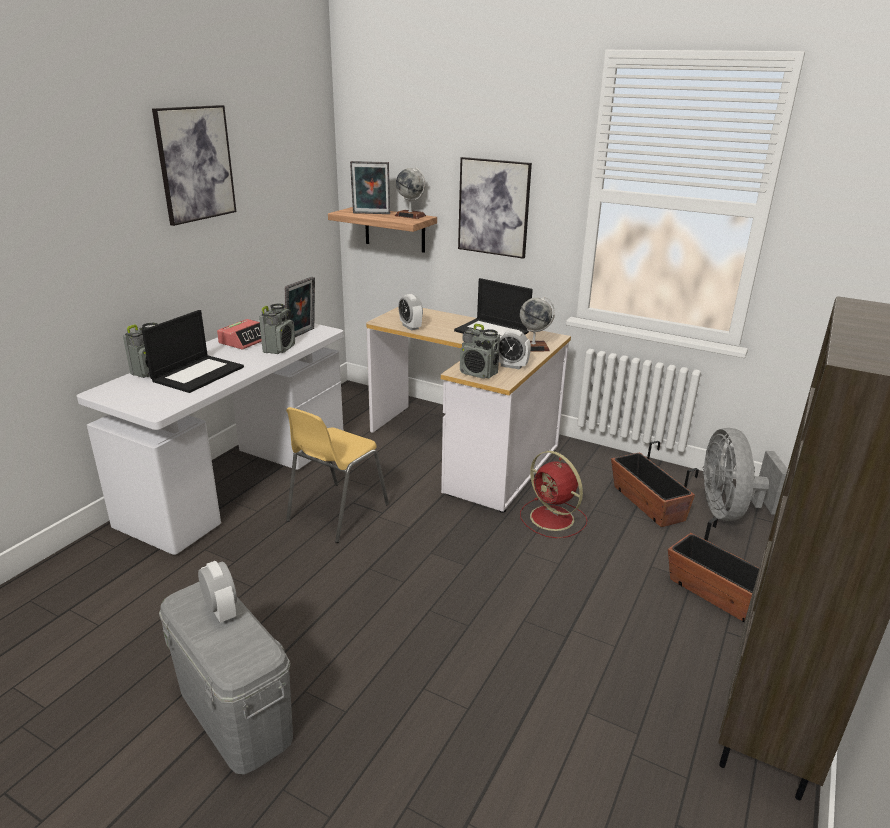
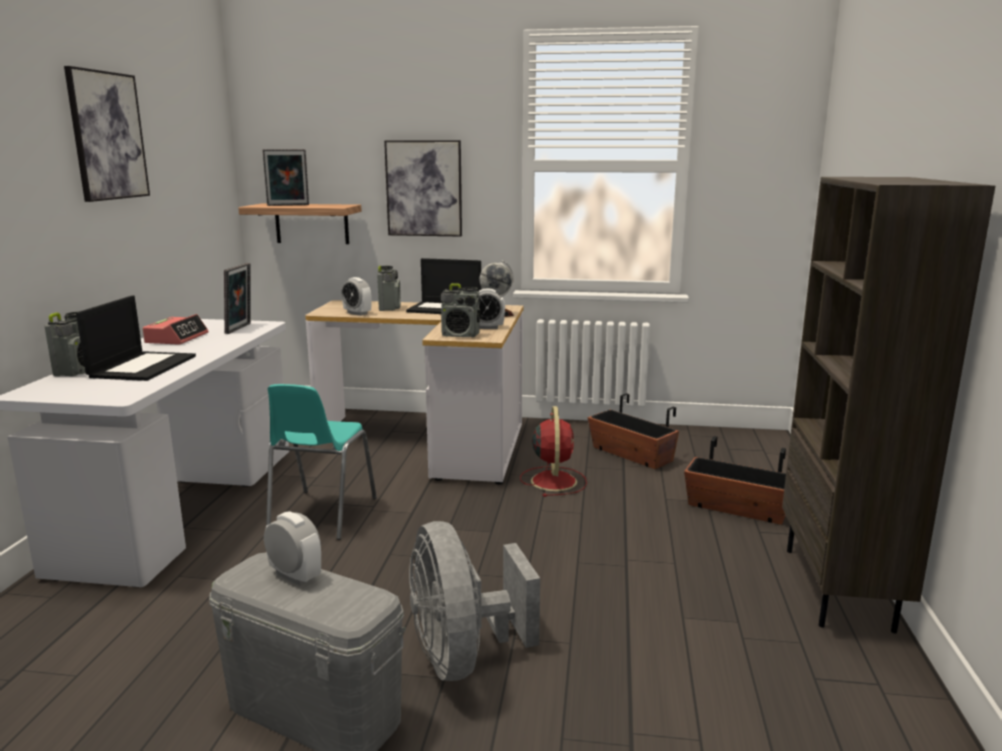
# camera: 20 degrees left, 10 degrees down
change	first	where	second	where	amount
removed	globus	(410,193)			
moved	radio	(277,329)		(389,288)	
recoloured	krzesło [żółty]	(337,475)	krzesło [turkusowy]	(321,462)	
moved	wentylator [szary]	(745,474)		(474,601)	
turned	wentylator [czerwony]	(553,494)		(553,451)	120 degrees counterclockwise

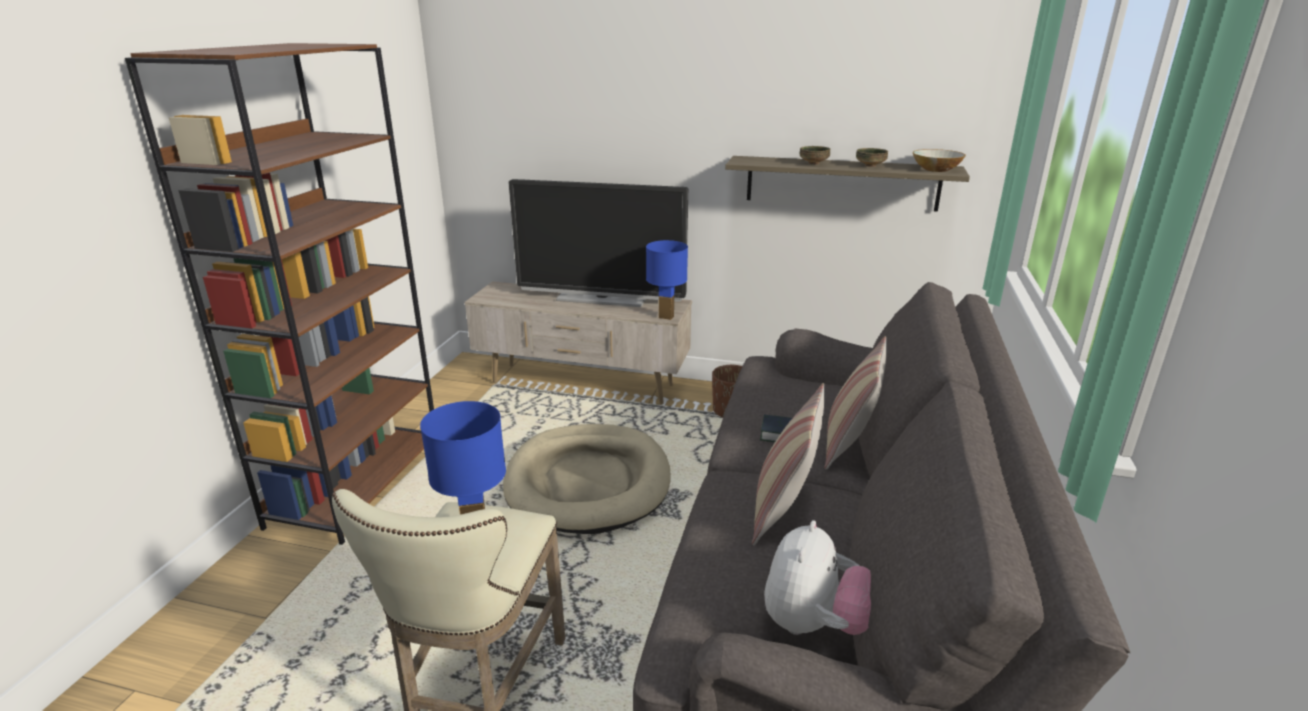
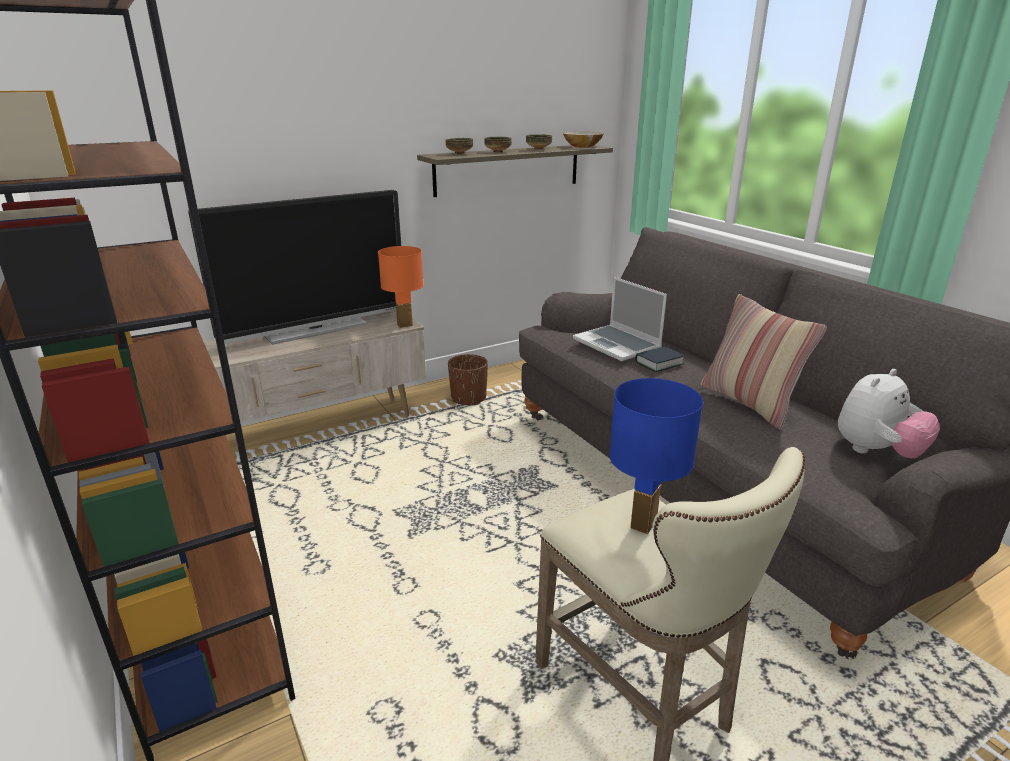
# camera: 45 degrees left, 0 degrees up
change	first	where	second	where	amount
recoloured	lampa stołowa [niebieski]	(667,280)	lampa stołowa [pomarańczowy]	(401,287)	
removed	poduszka	(855,403)			
removed	legowisko [beżowy]	(586,479)			
turned	pluszak	(817,577)		(889,414)	75 degrees clockwise
added			miska	(459,146)	
added			laptop	(620,319)	

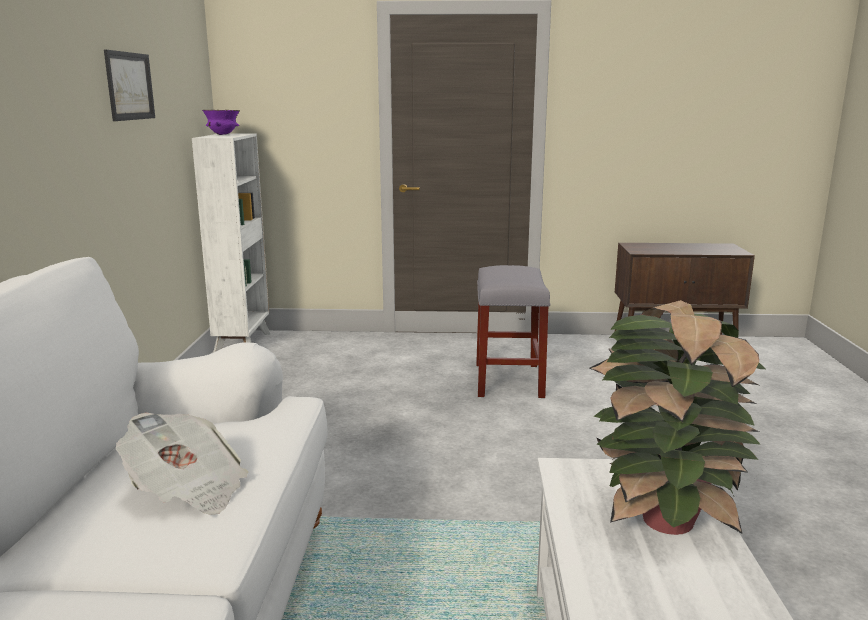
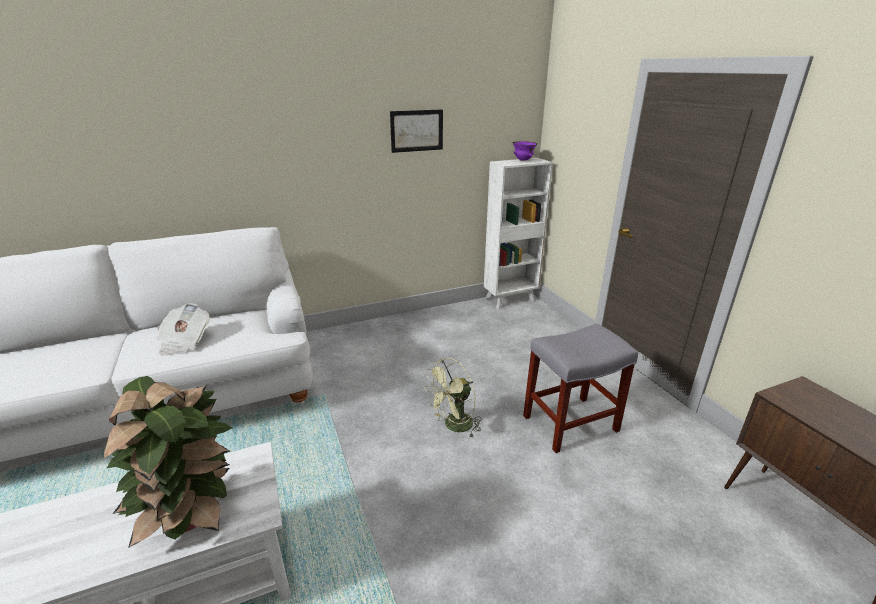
# camera: 65 degrees right, 10 degrees up
change	first	where	second	where	amount
added			wentylator [zielony]	(453,398)	

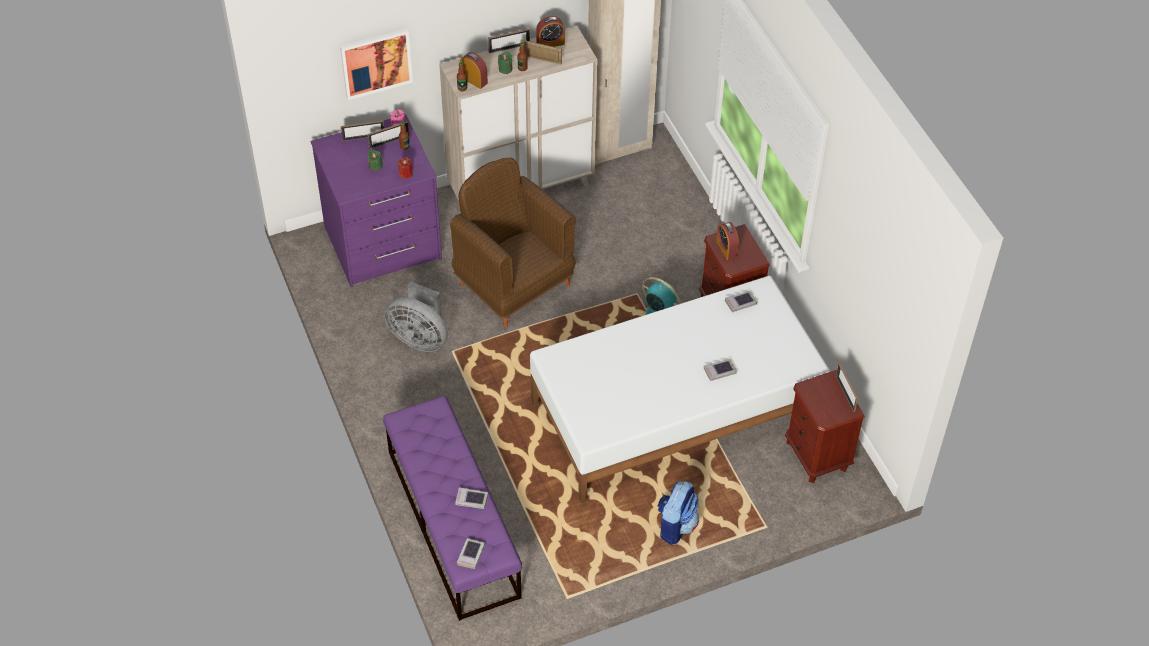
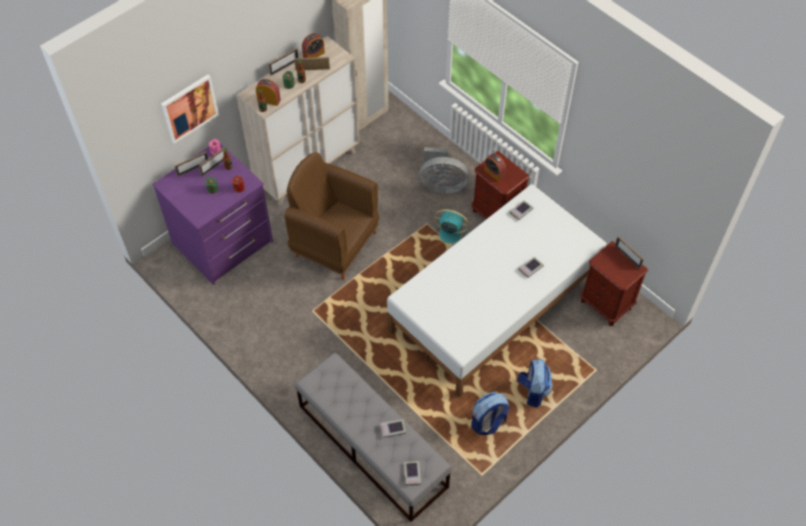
# camera: 20 degrees left, 5 degrees up
change	first	where	second	where	amount
moved	wentylator [szary]	(416,316)		(444,170)	
recoloured	ławka [fioletowy]	(452,508)	ławka [szary]	(373,437)	
added			plecak	(490,413)	

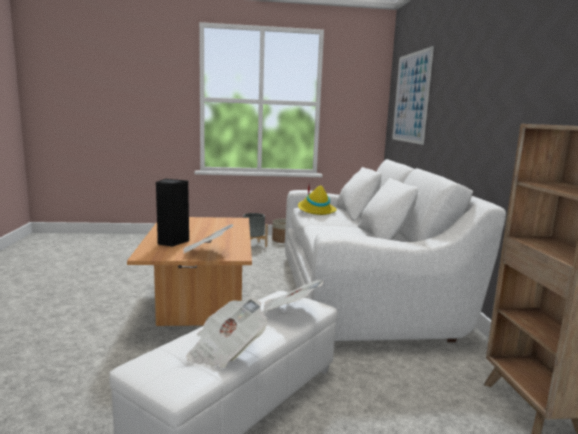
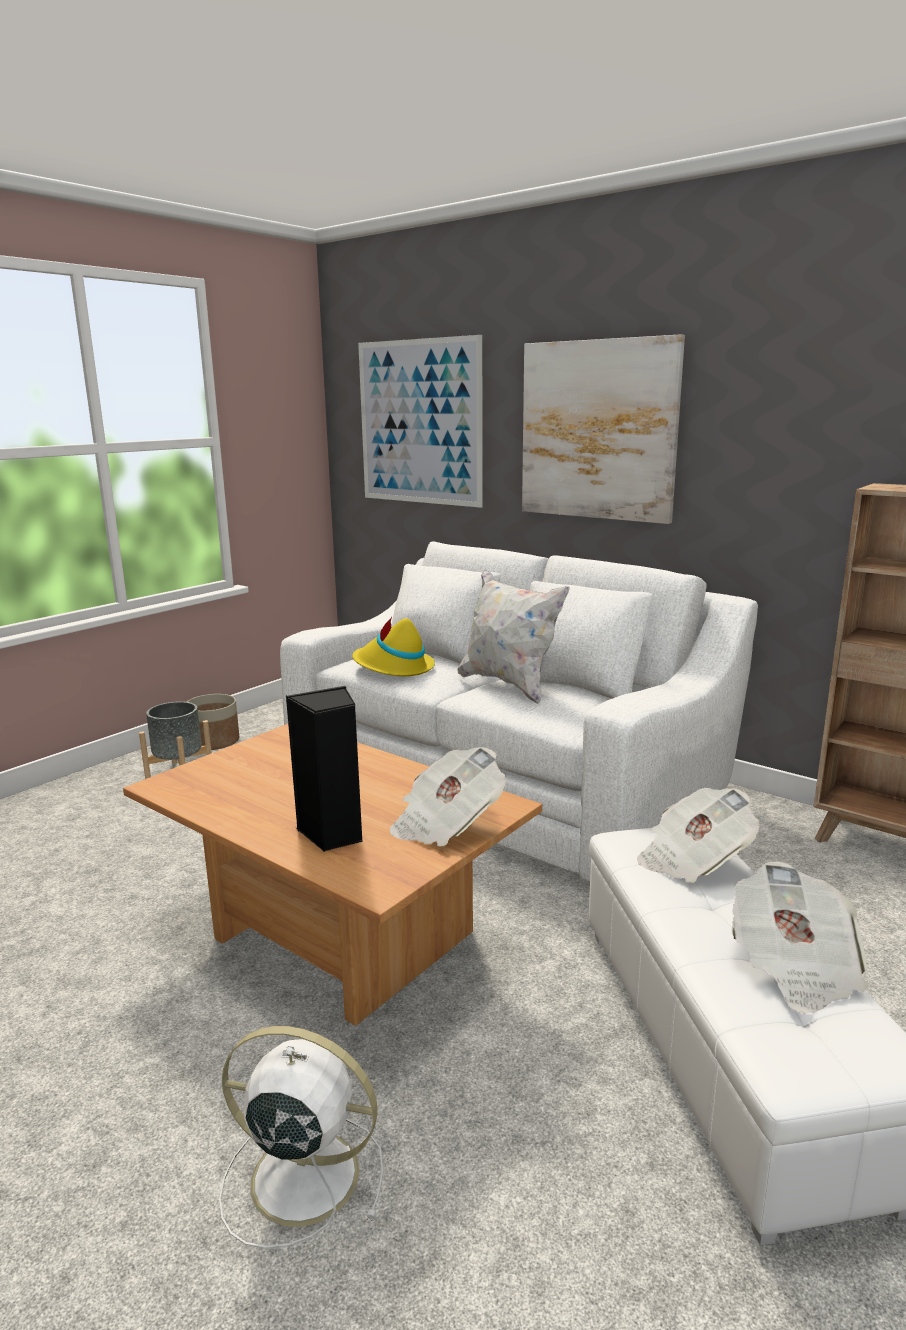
# camera: 45 degrees left, 5 degrees up
change	first	where	second	where	amount
added			obraz	(603,429)	
added			poduszka [biały]	(513,637)	
added			wentylator [biały]	(301,1137)	

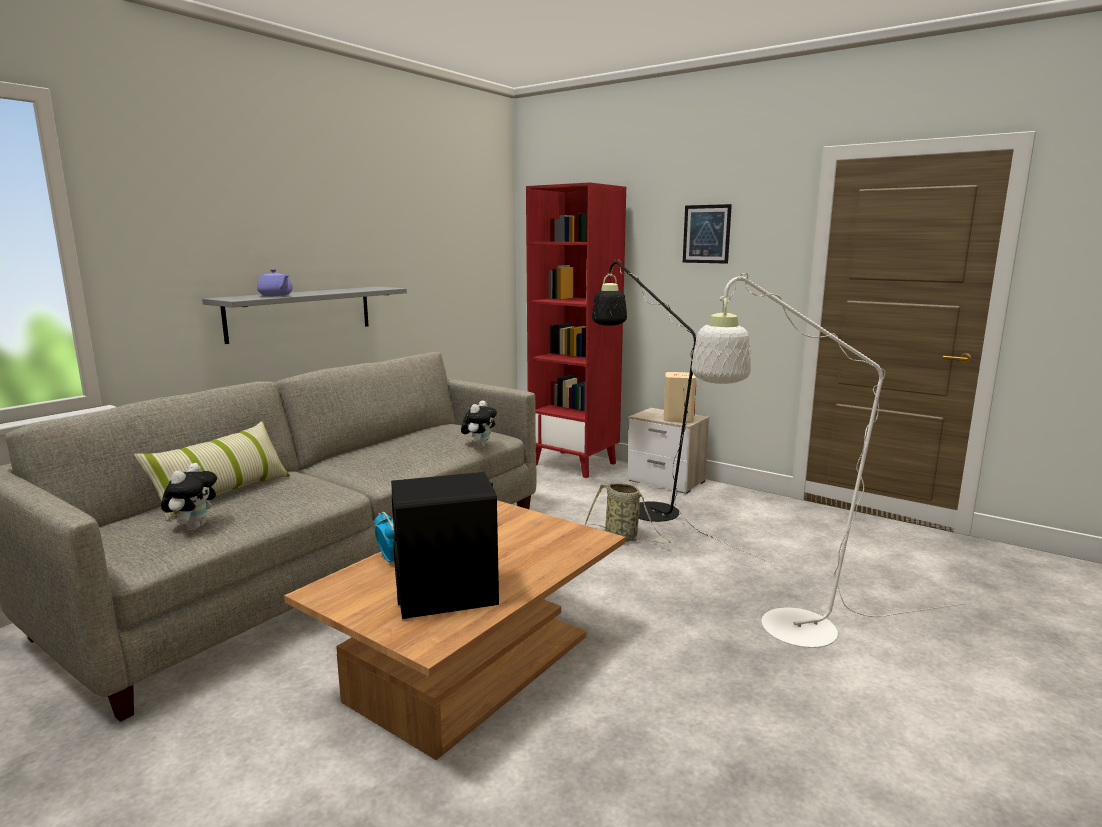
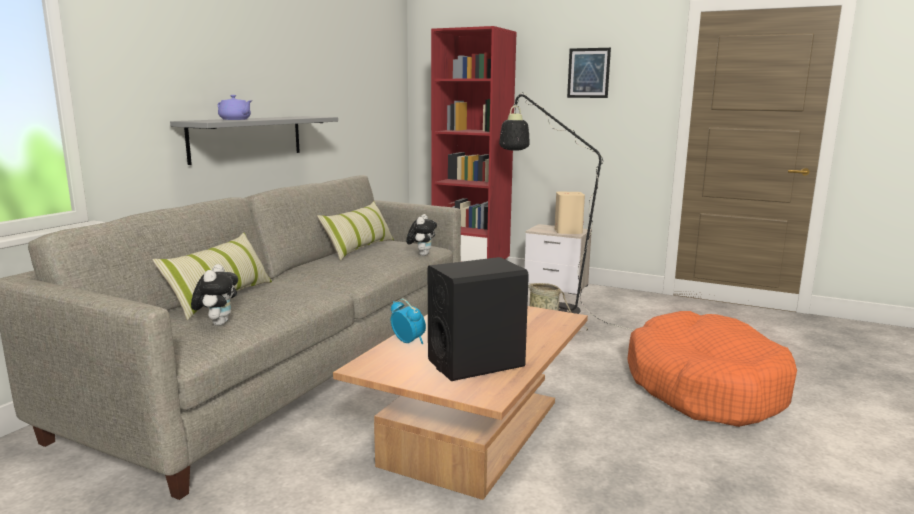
# camera: 10 degrees left, 0 degrees up
change	first	where	second	where	amount
replaced	lampa stojąca [biały]	(828,460)	legowisko [pomarańczowy]	(712,369)	
added			poduszka	(355,231)	

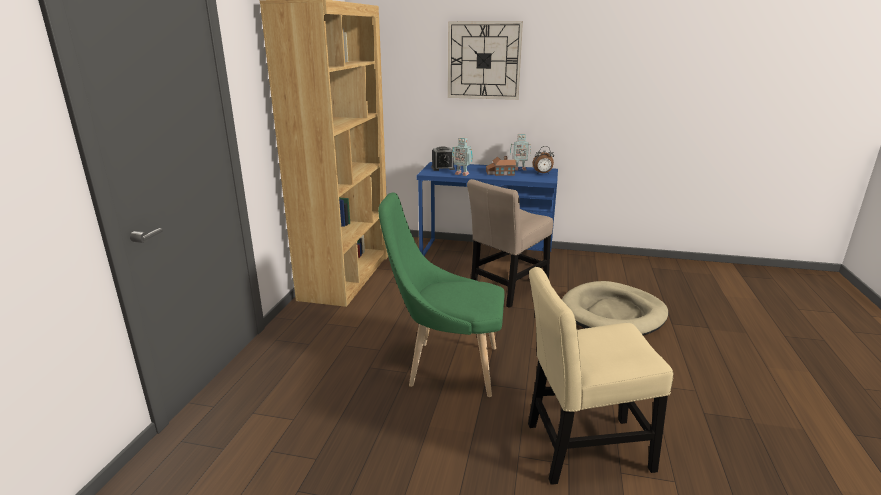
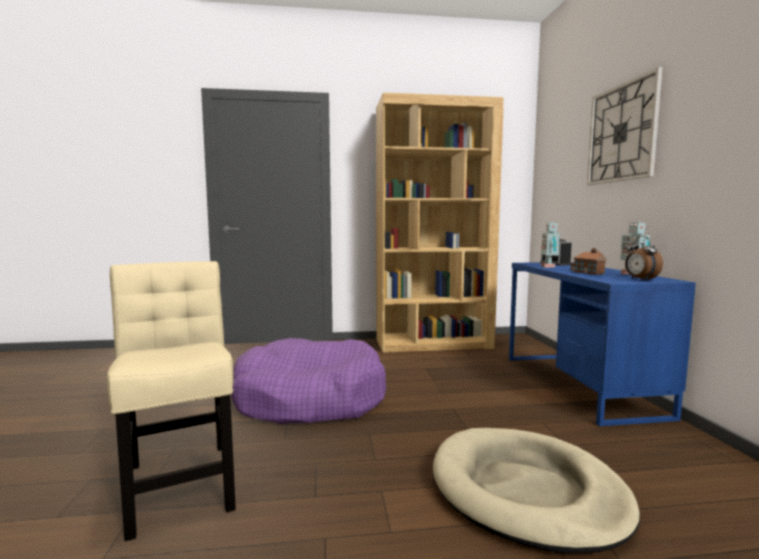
# camera: 70 degrees right, 15 degrees down
change	first	where	second	where	amount
removed	krzesło [beżowy]	(510,243)			
replaced	krzesło [zielony]	(441,295)	legowisko [fioletowy]	(309,381)	

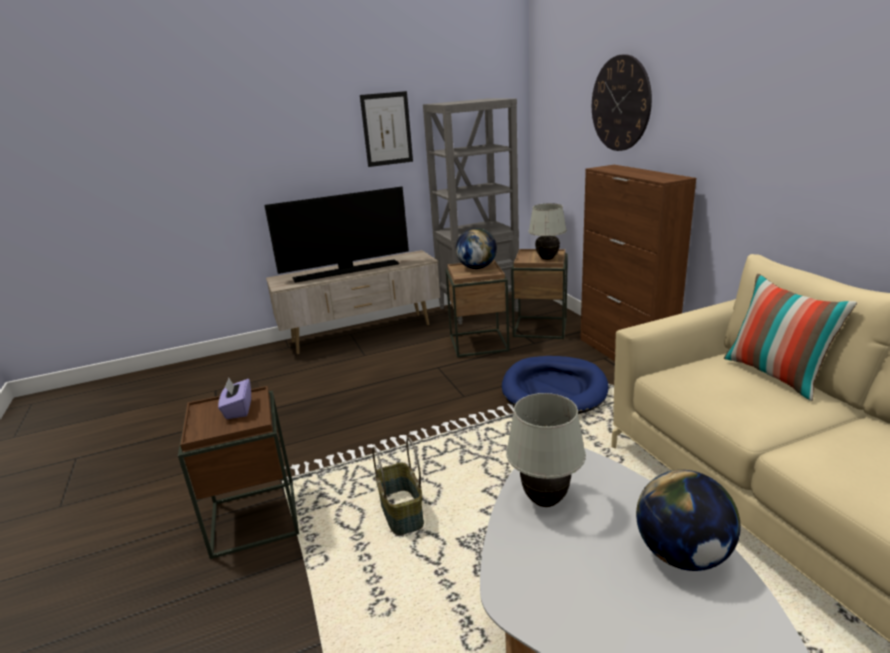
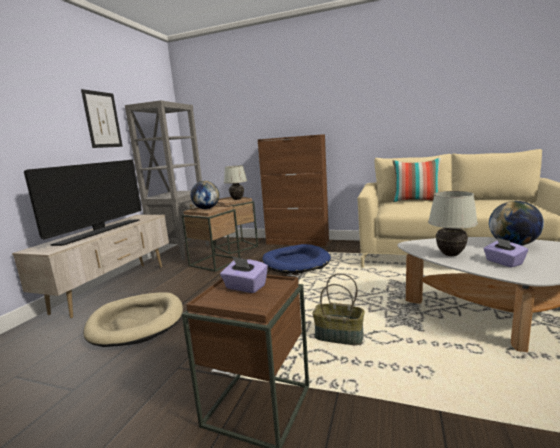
# camera: 50 degrees left, 10 degrees down
change	first	where	second	where	amount
removed	zegar ścienny	(622,102)			
added			pudełko chusteczek [fioletowy]	(506,252)	
added			legowisko [beżowy]	(133,319)	

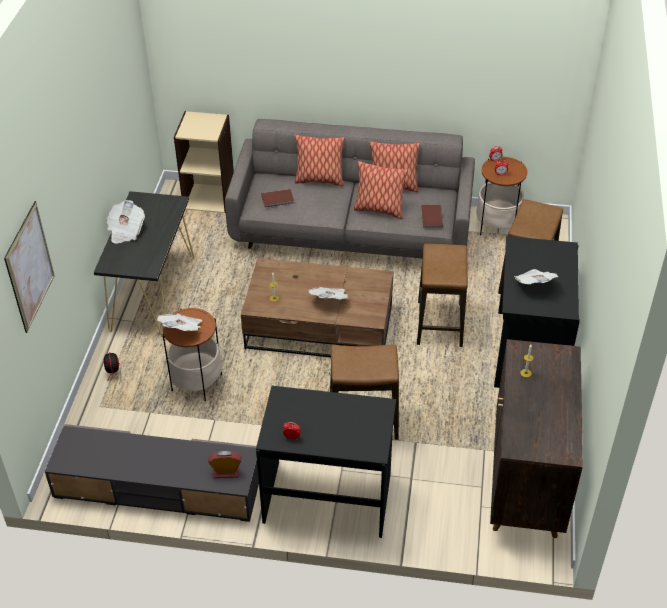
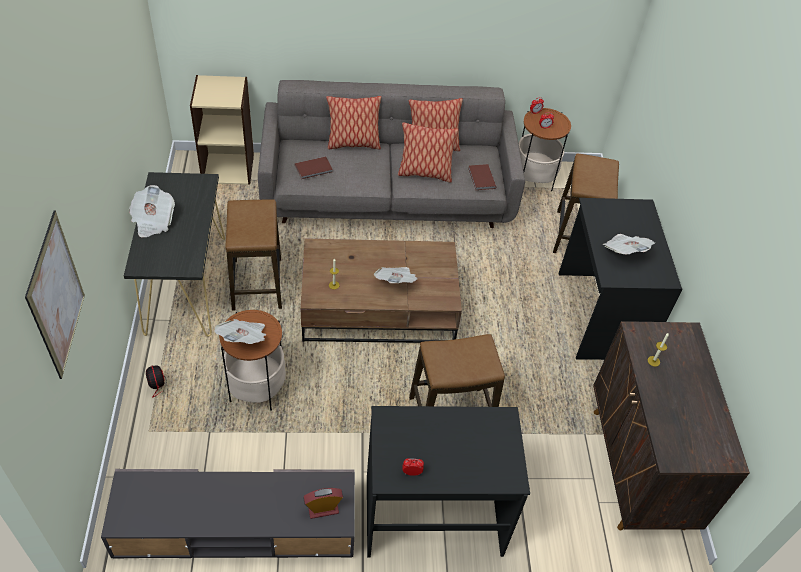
# camera: 15 degrees left, 5 degrees up
change	first	where	second	where	amount
moved	stołek	(442,295)		(253,255)	

